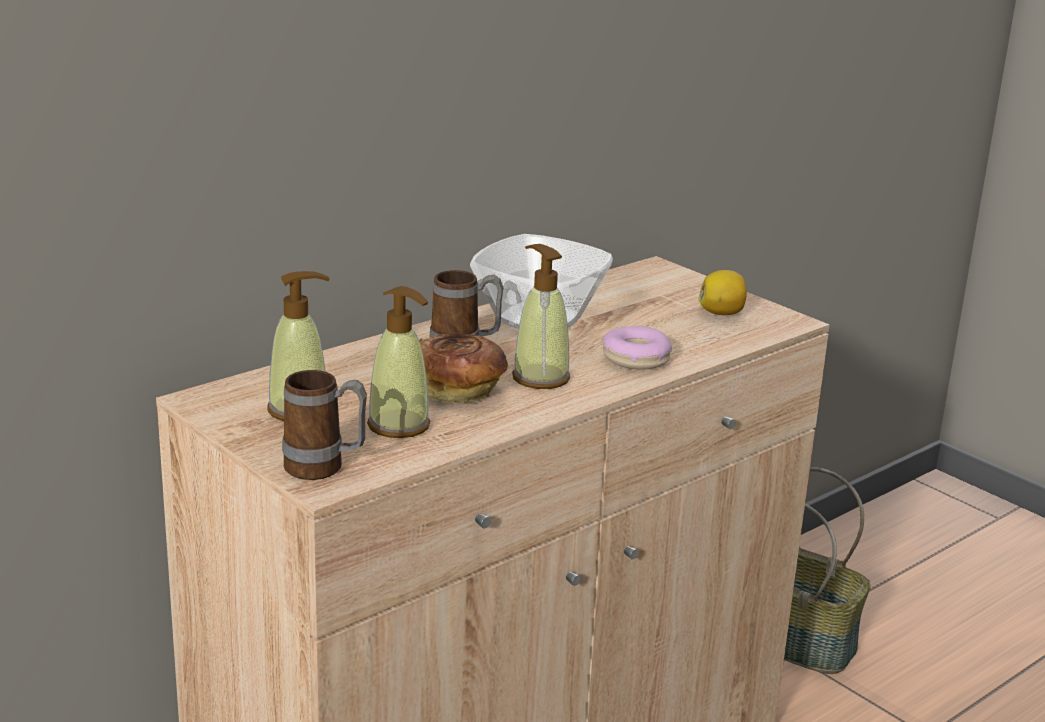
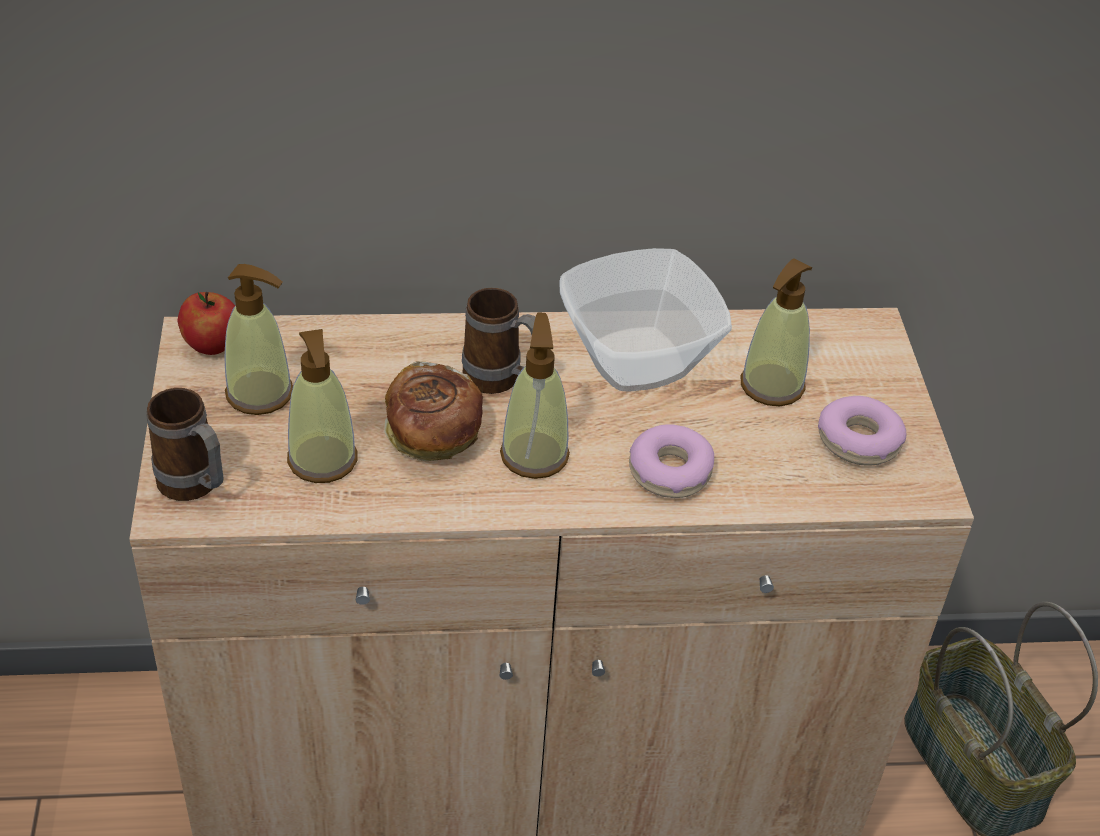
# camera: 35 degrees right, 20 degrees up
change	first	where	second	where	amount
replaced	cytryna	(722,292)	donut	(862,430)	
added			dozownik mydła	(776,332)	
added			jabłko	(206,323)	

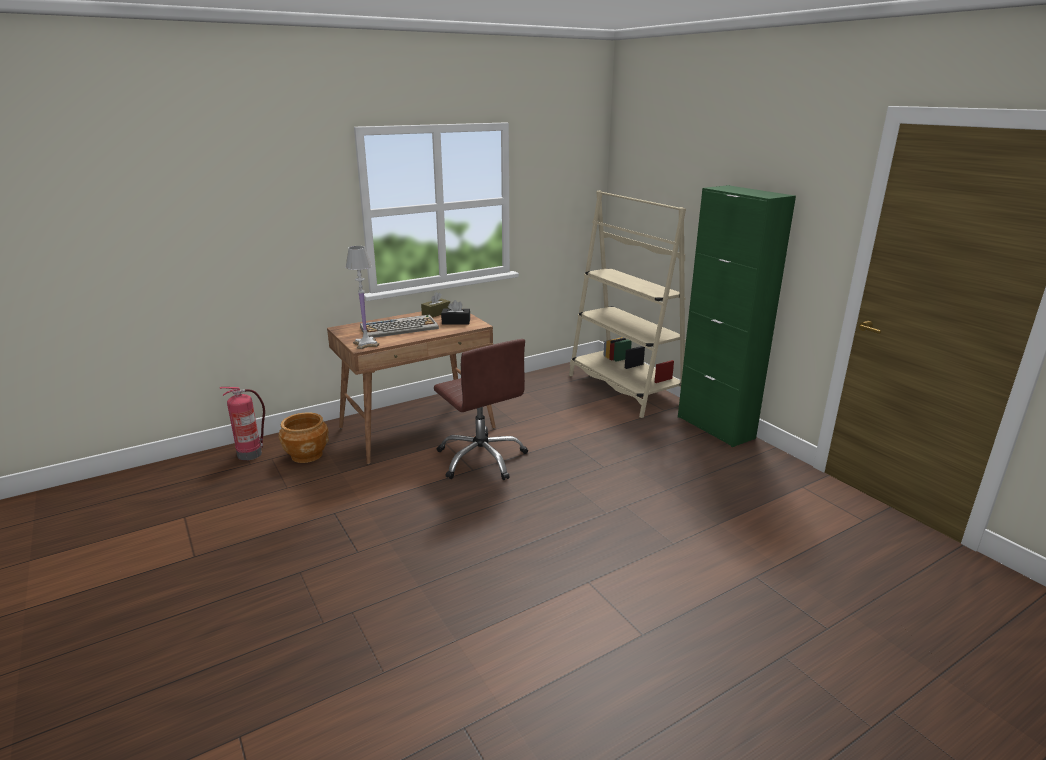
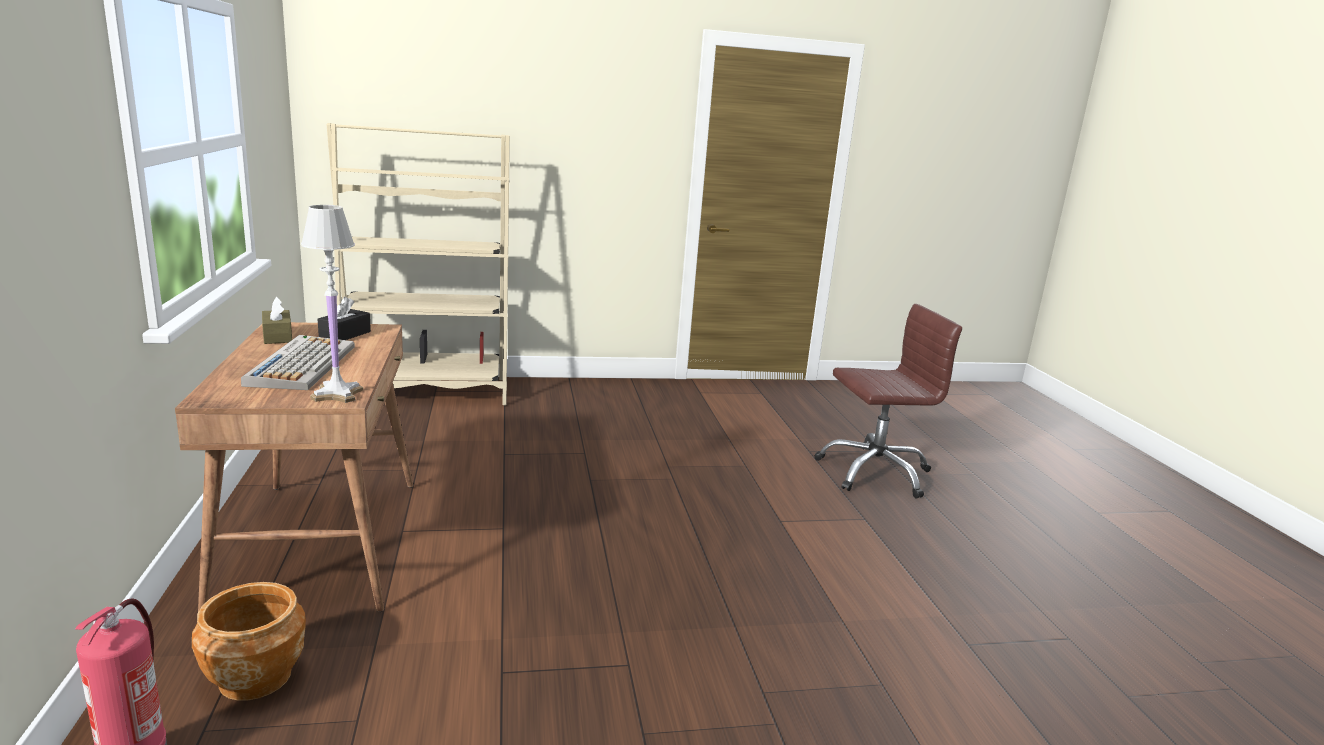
# camera: 70 degrees left, 5 degrees down
change	first	where	second	where	amount
removed	szafka [zielony]	(737,316)			
moved	krzesło biurowe [brązowy]	(481,409)		(888,401)	

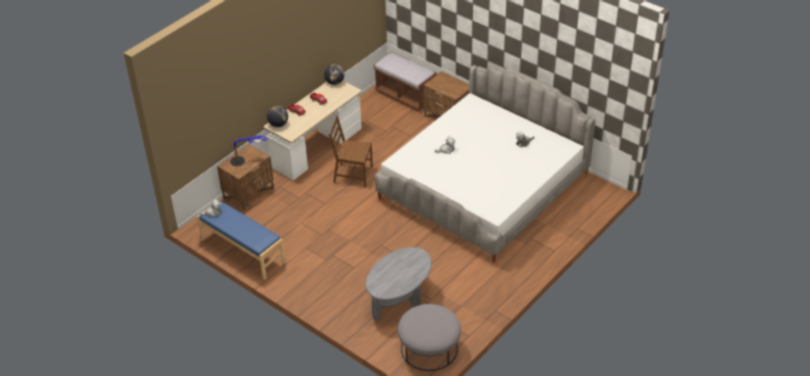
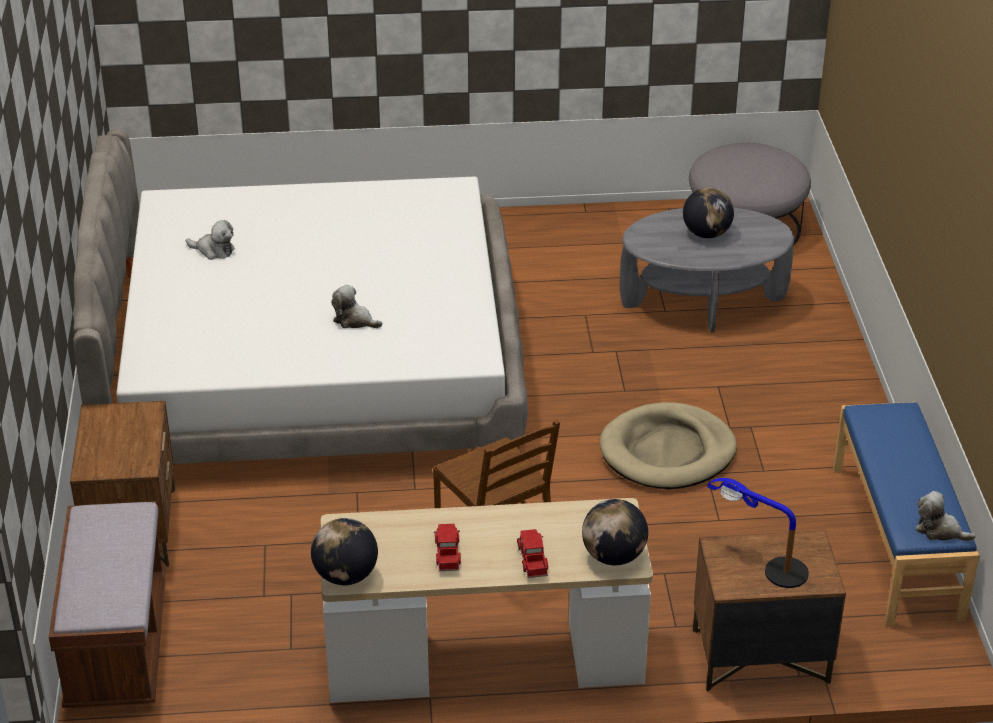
# camera: 135 degrees left, 5 degrees down
change	first	where	second	where	amount
added			globus	(708,212)	
added			legowisko [beżowy]	(668,445)	

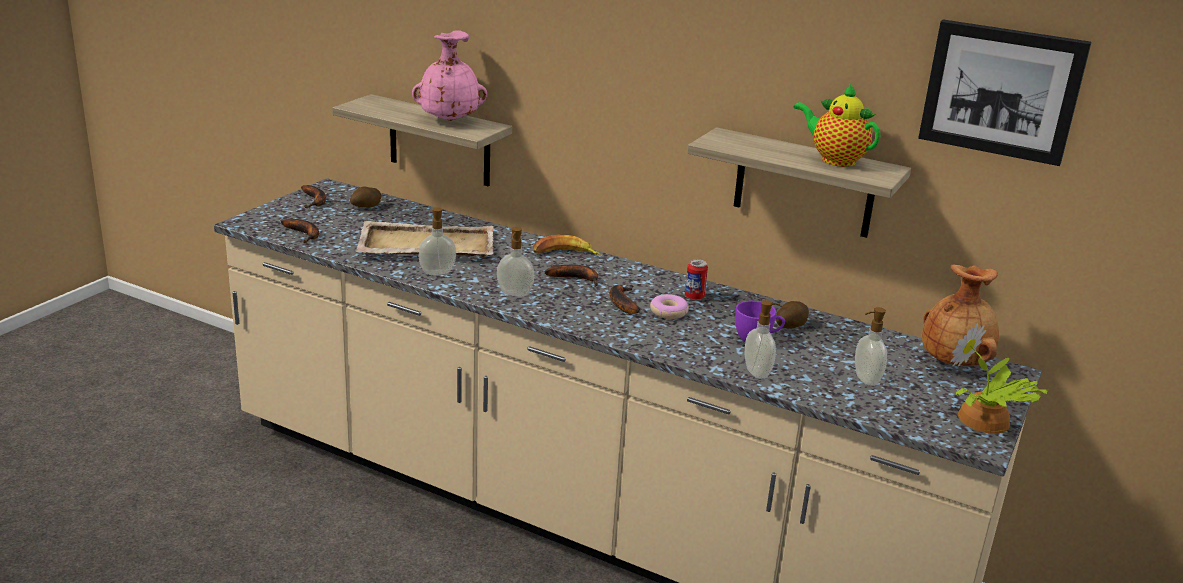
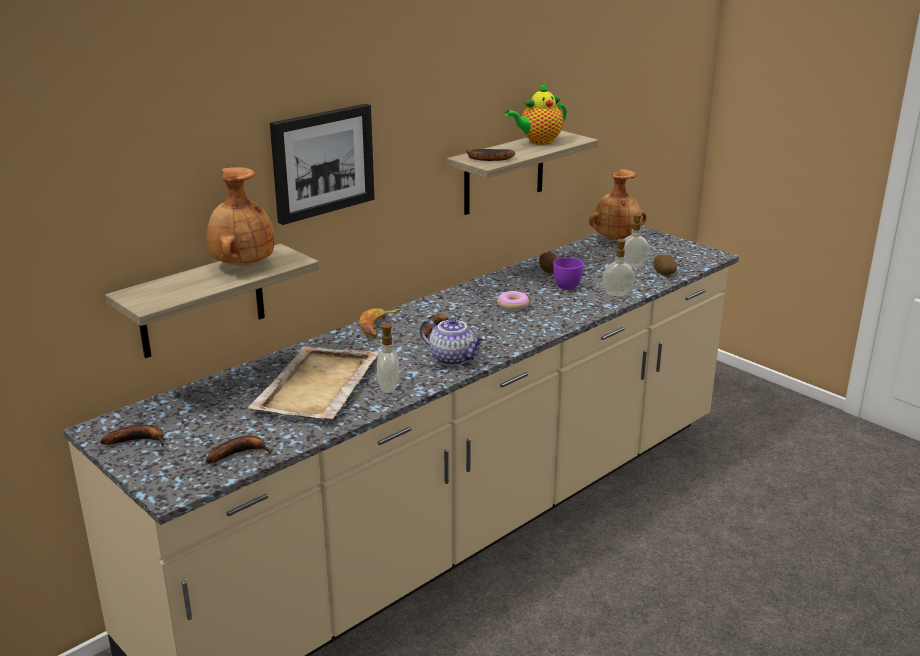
# camera: 70 degrees left, 0 degrees up
change	first	where	second	where	amount
moved	obraz	(1004,92)		(322,164)	
recoloured	wazon [różowy]	(449,75)	wazon [brązowy]	(240,216)	
moved	ziemniak	(365,197)		(665,265)	
replaced	dozownik mydła	(515,262)	imbryk	(453,342)	
removed	puszka	(696,279)			
moved	banan	(625,299)		(491,155)	
removed	roślina doniczkowa	(999,378)			

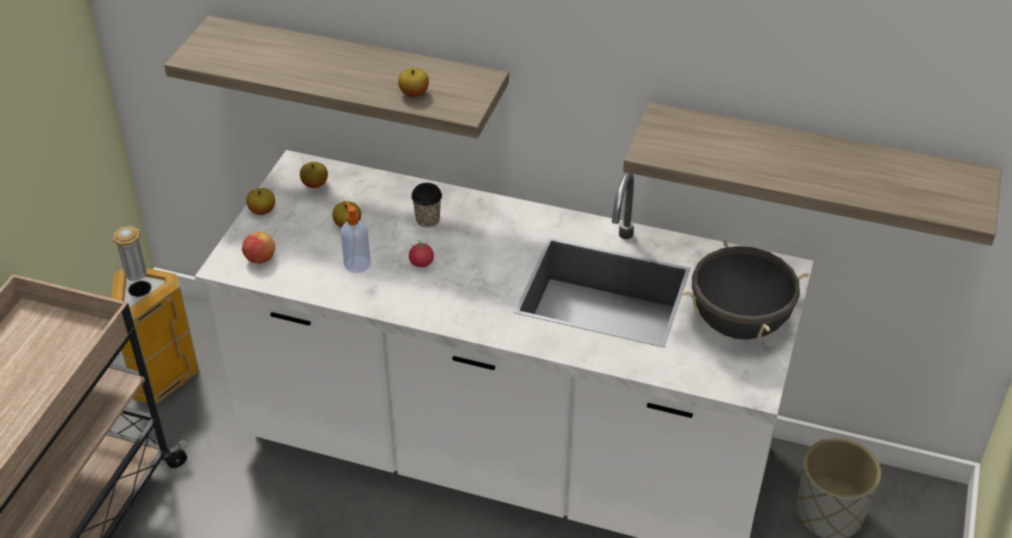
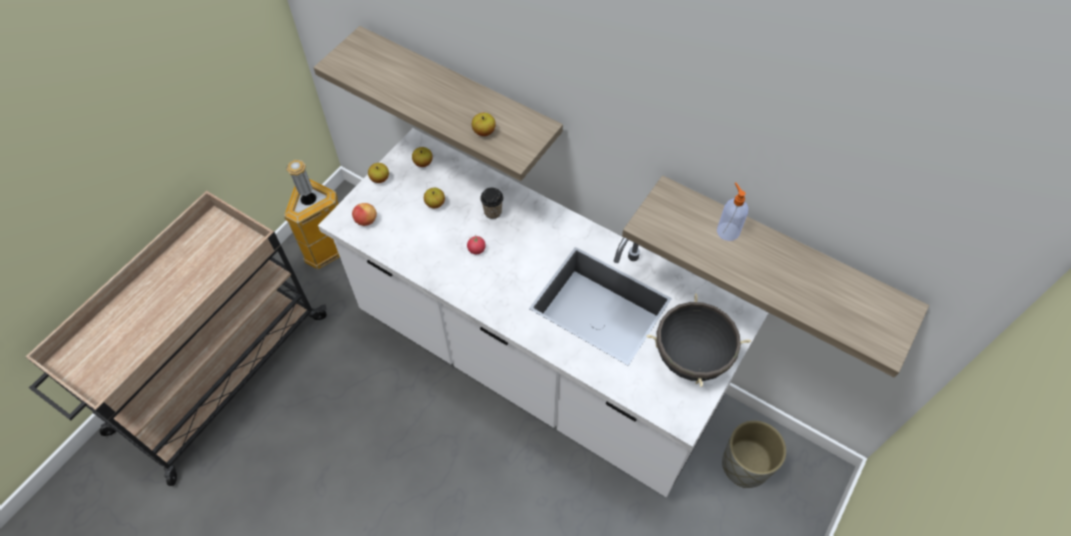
# camera: 15 degrees right, 15 degrees up
change	first	where	second	where	amount
moved	dozownik mydła	(356,236)		(732,212)	

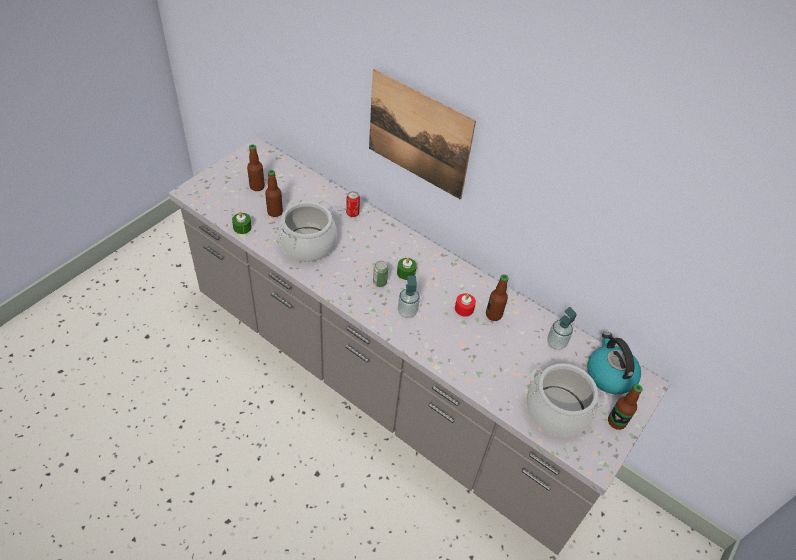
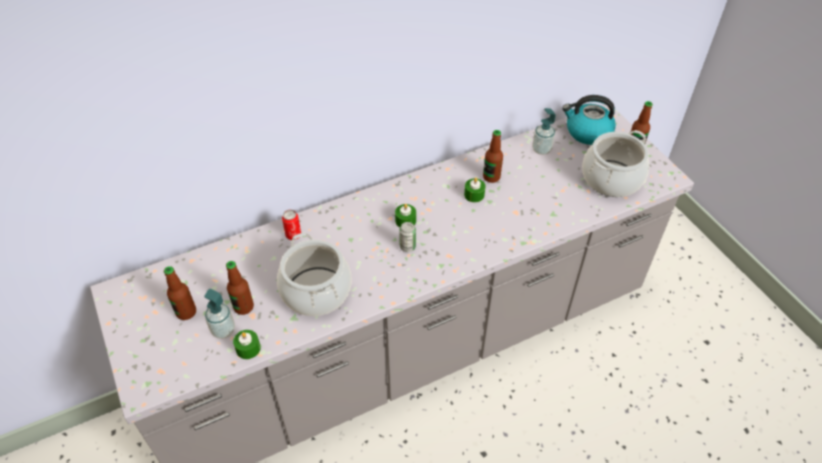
# camera: 60 degrees left, 0 degrees up
change	first	where	second	where	amount
removed	obraz	(422,134)			
moved	dozownik mydła	(409,296)		(219,314)	
recoloured	świeca [czerwony]	(465,305)	świeca [zielony]	(475,190)	

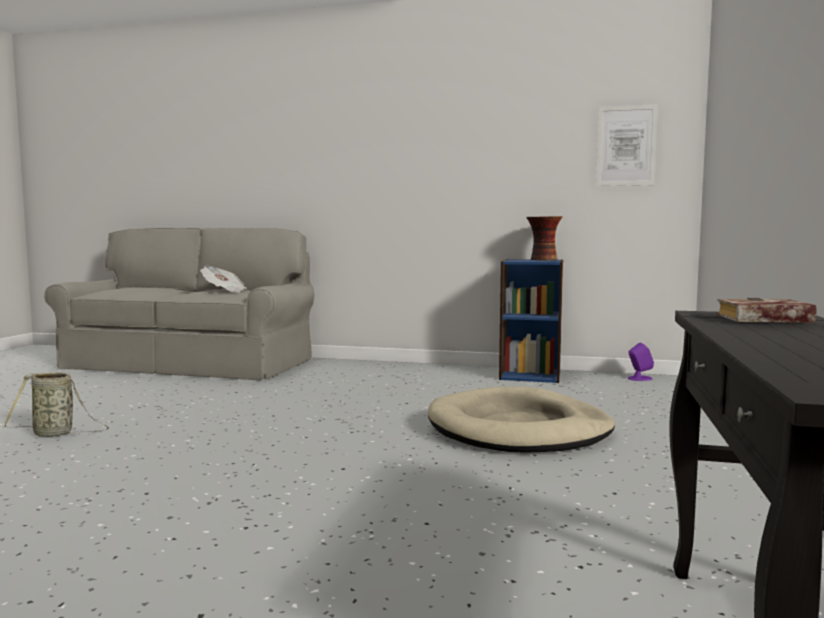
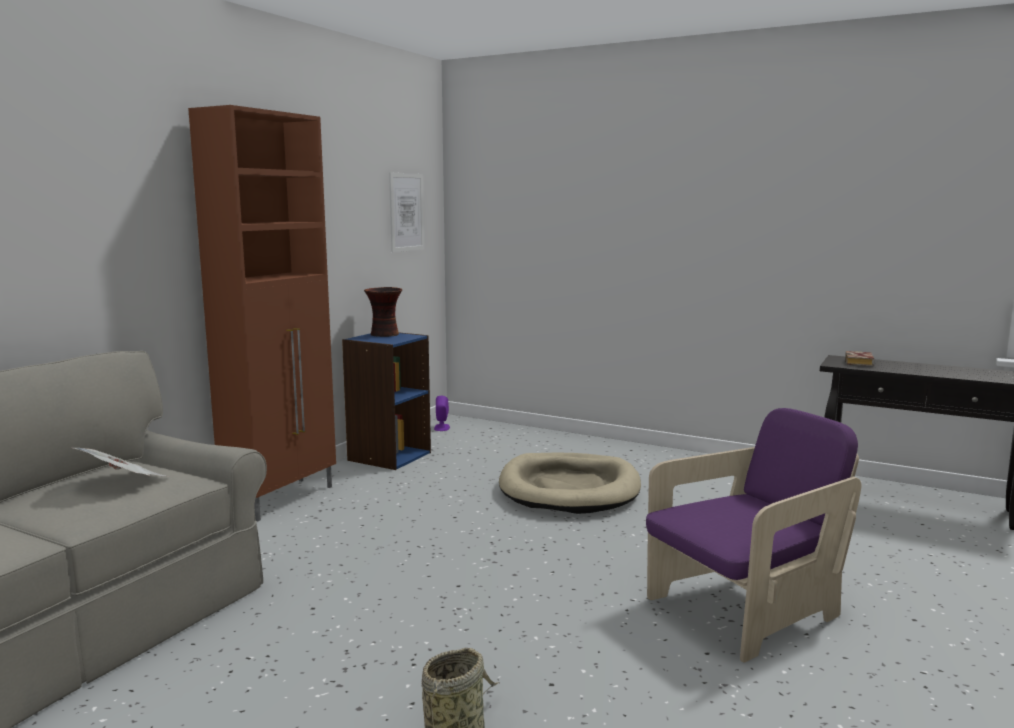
# camera: 75 degrees left, 5 degrees up
change	first	where	second	where	amount
added			szafka [brązowy]	(262,313)	
added			fotel [fioletowy]	(753,535)	

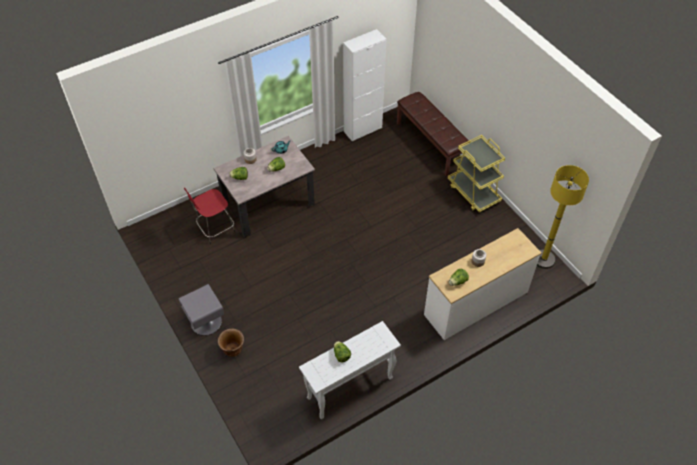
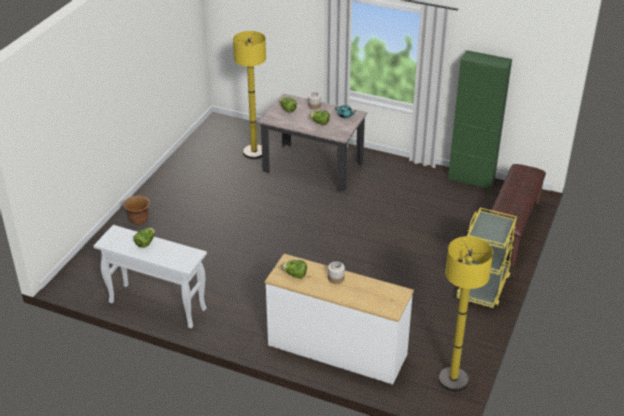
# camera: 55 degrees right, 15 degrees down
change	first	where	second	where	amount
recoloured	szafka [biały]	(364,85)	szafka [zielony]	(480,119)	
replaced	stołek [czerwony]	(209,216)	lampa stojąca [żółty]	(249,95)	
removed	szafka nocna [szary]	(201,309)			

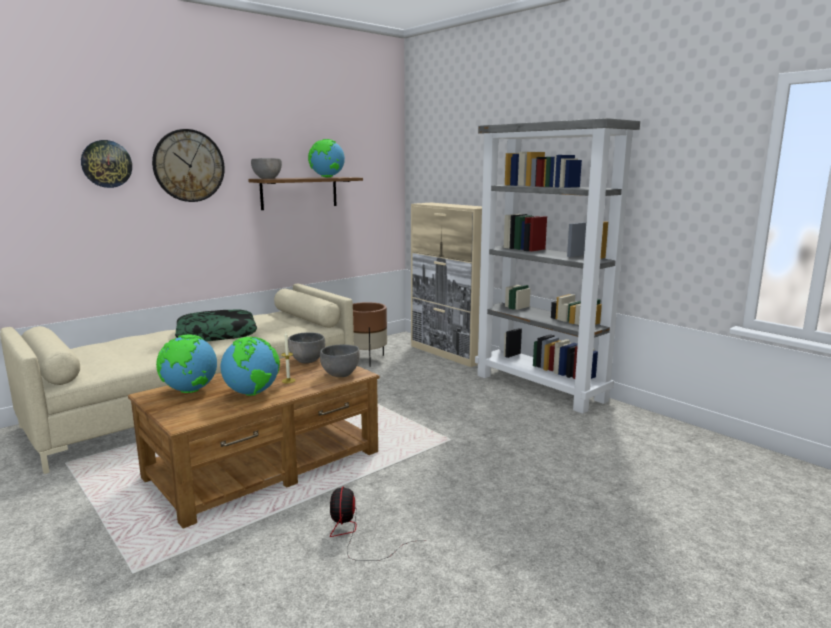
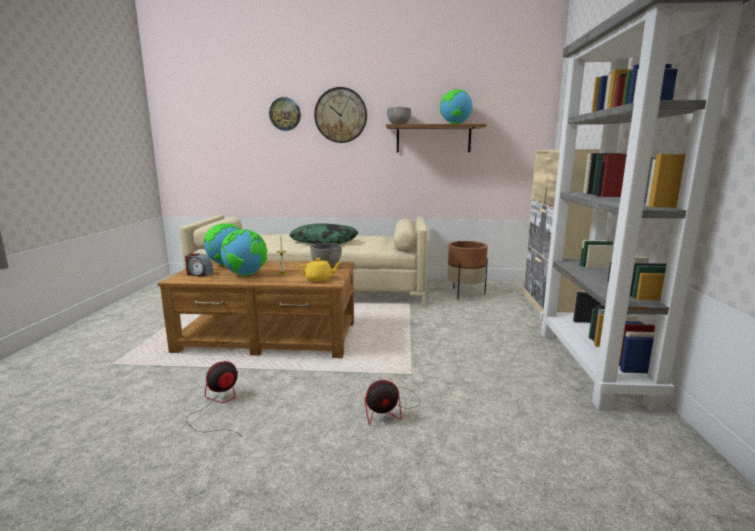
# camera: 45 degrees right, 0 degrees up
change	first	where	second	where	amount
replaced	miska [szary]	(340,361)	imbryk [żółty]	(319,270)	
added			budzik	(199,265)	
added			wentylator	(392,401)	

